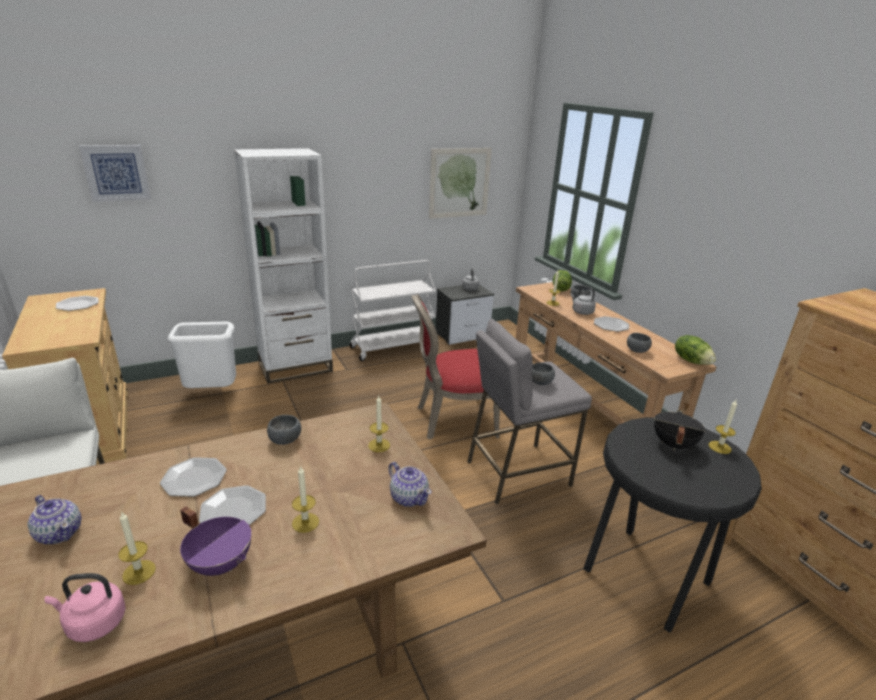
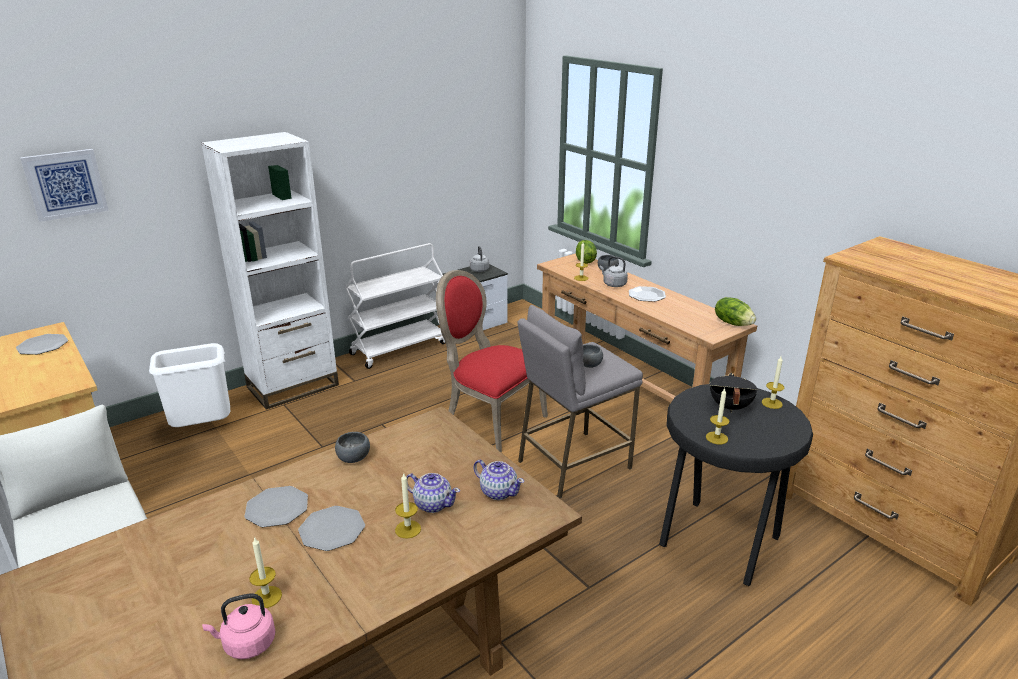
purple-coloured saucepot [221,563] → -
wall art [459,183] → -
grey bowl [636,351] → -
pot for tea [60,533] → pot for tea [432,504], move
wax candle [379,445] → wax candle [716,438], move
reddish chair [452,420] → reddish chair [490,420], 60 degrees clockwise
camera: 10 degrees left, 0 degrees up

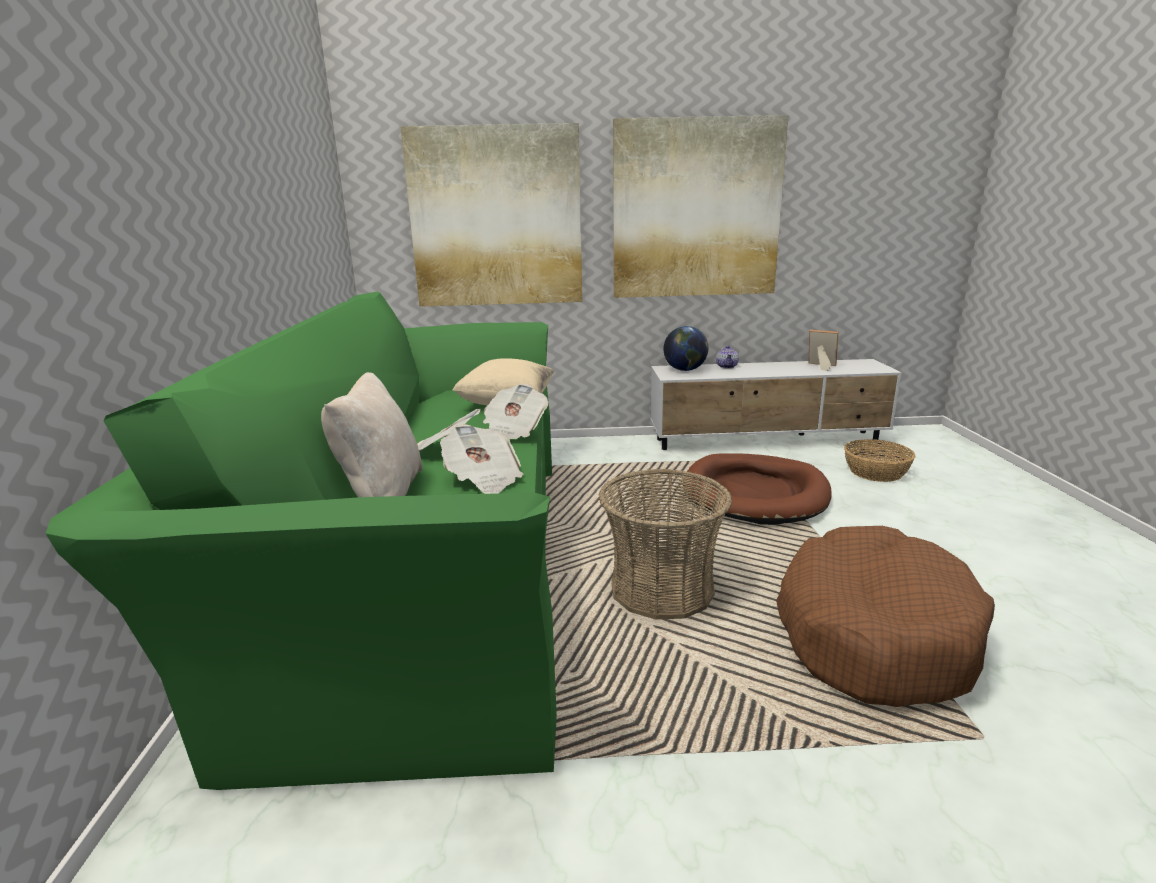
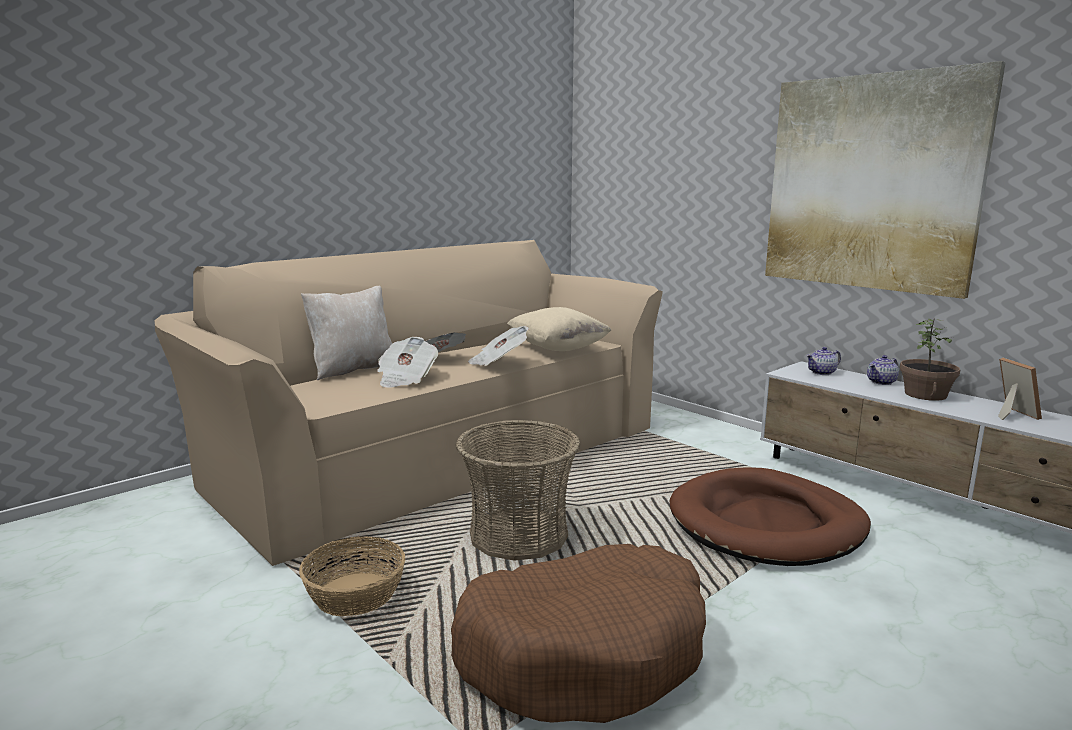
wall art [496,218] → -
- → houseplant [926,395]
storage basket [876,472] → storage basket [355,595], move
desk globe [685,370] → pot for tea [822,372]
green sofa [423,566] → sand-coloured sofa [436,452]
camera: 50 degrees right, 5 degrees down

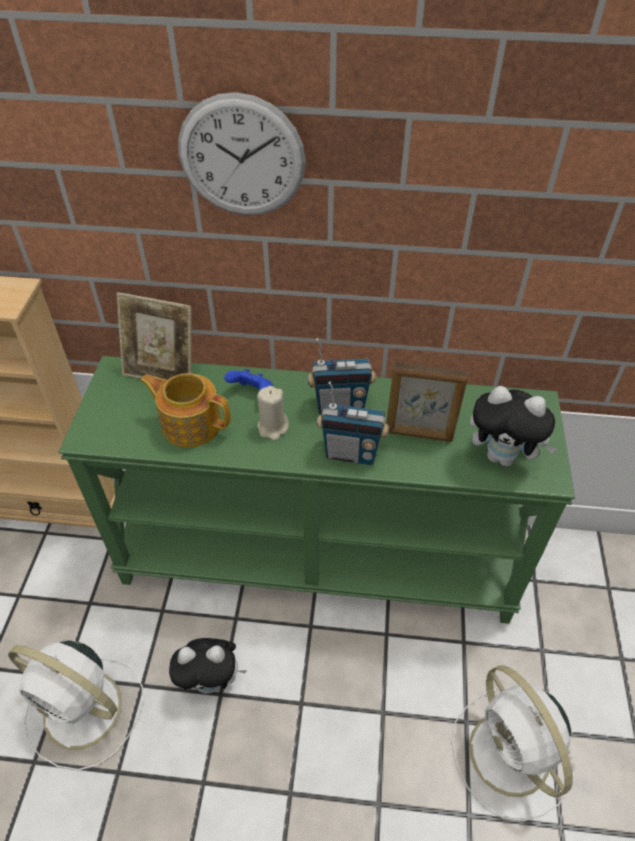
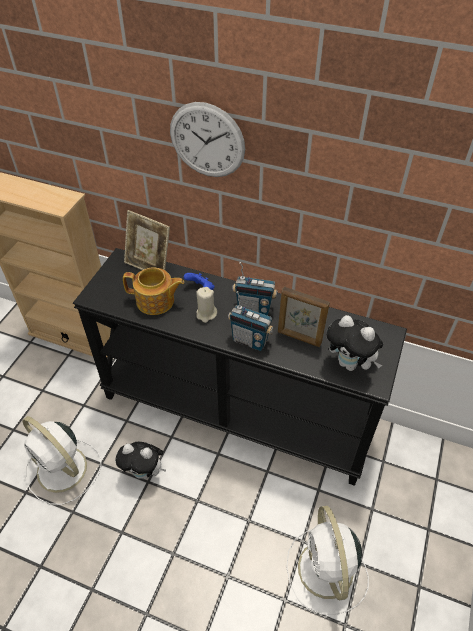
green narrow table [318,555] → blackish narrow table [237,409]
pot for tea [190,424] → pot for tea [156,301], 150 degrees clockwise
camera: 15 degrees right, 0 degrees up

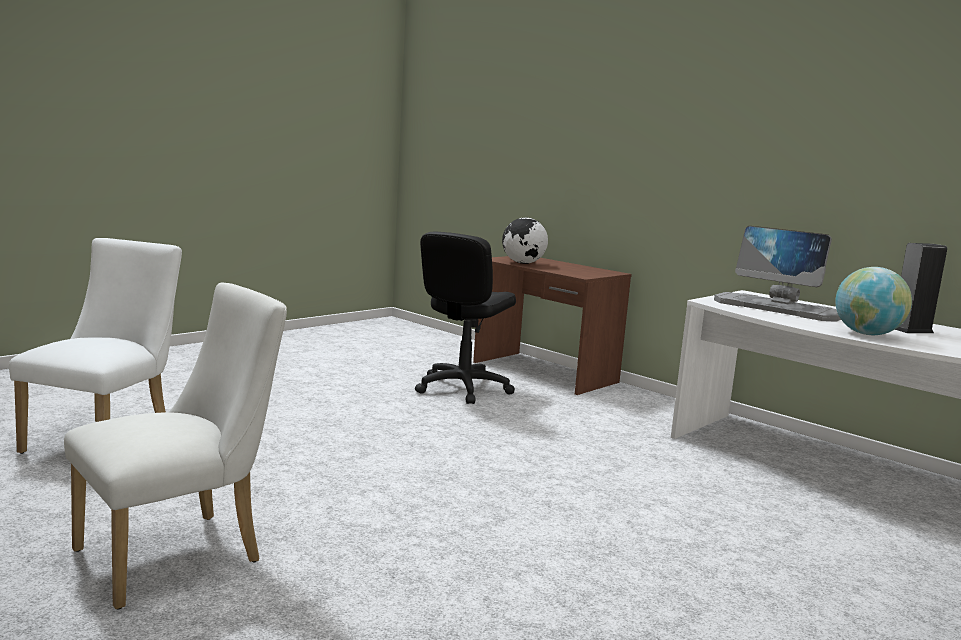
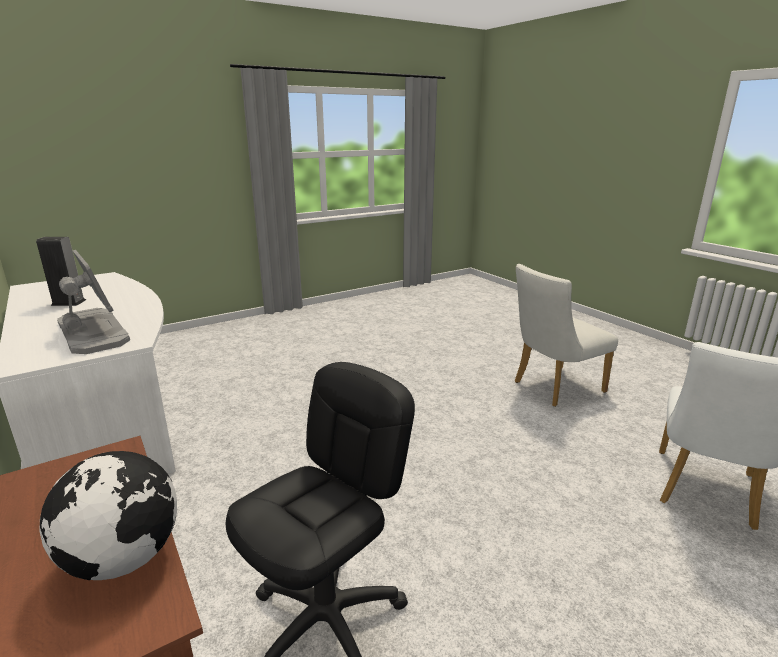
desk globe [866,334] → -
camera: 165 degrees left, 10 degrees up

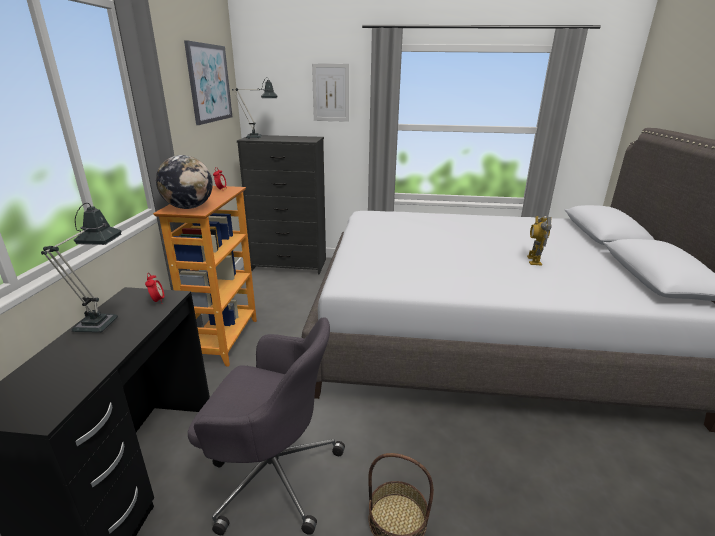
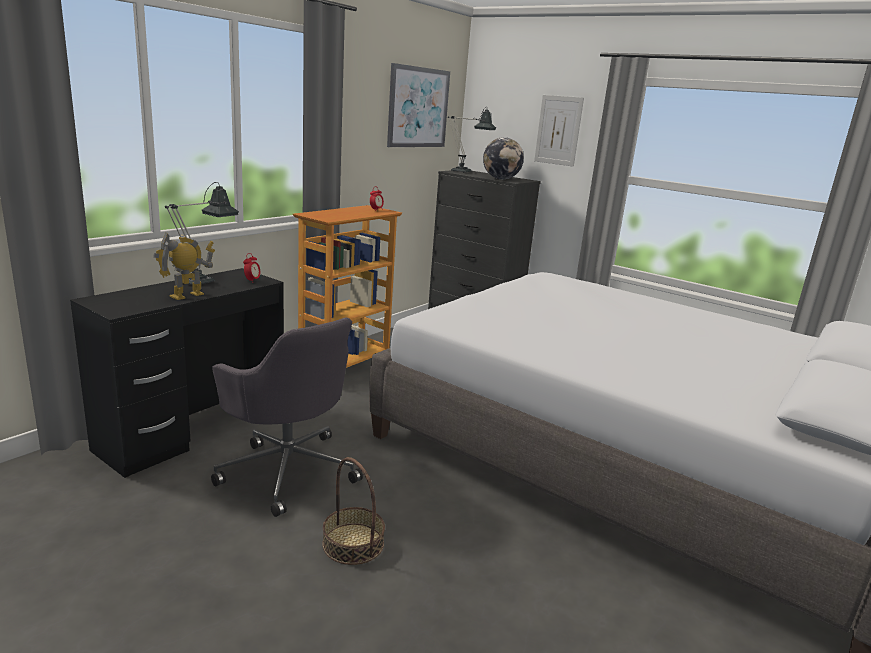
desk globe [189,207] → desk globe [501,179], move
model robot [534,260] → model robot [187,295], move
camera: 30 degrees right, 5 degrees down

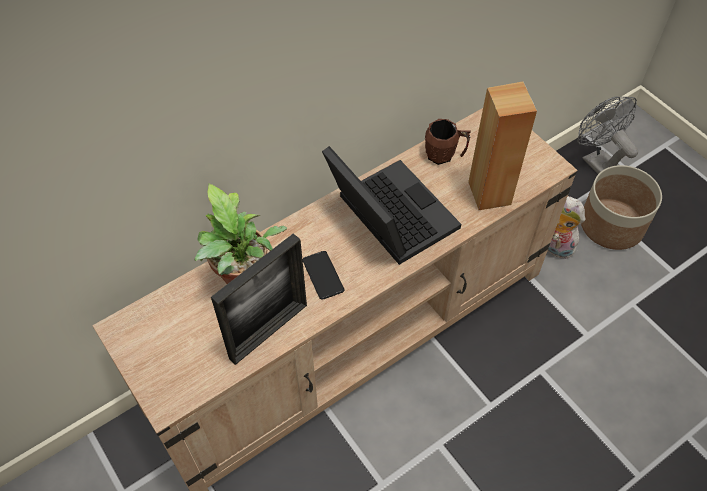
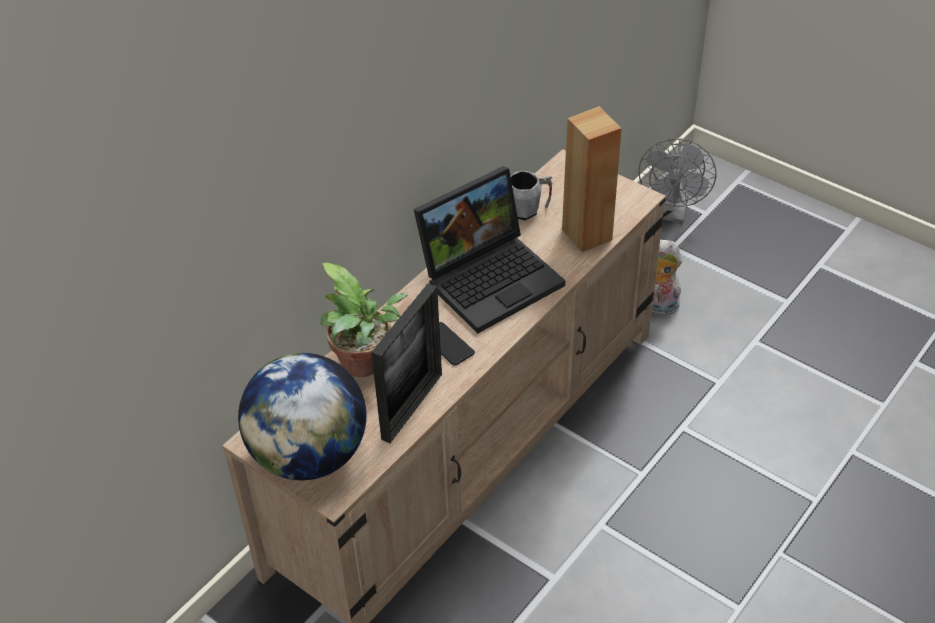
flower pot [611,225] → -
- → desk globe [309,455]
brownish mug [444,155] → grey mug [528,210]
notebook computer [387,215] → notebook computer [491,277], 105 degrees clockwise
grey fan [597,163] → grey fan [673,213], 120 degrees counterclockwise
camera: 15 degrees left, 10 degrees down

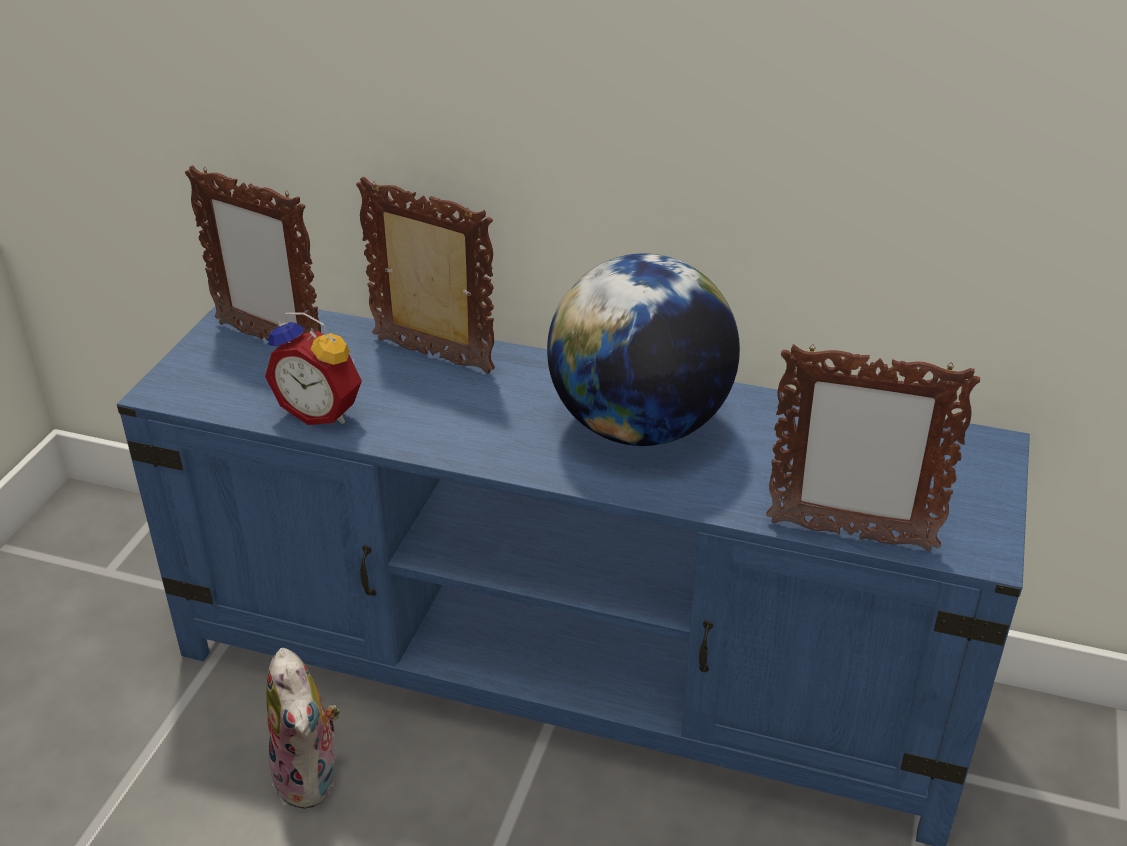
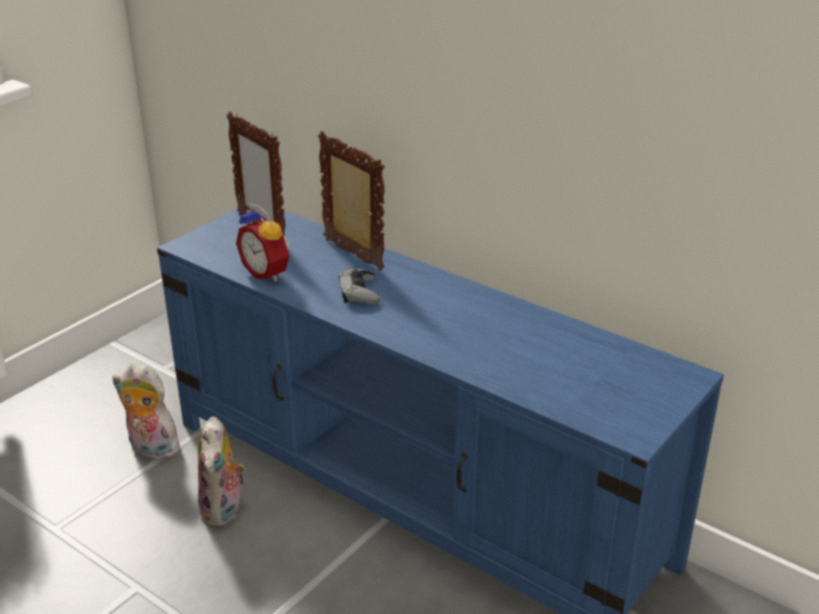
desk globe [639,426] → -
photo frame [849,535] → -
- → plush toy [151,449]
- → grey joypad [359,292]
camera: 20 degrees right, 5 degrees down

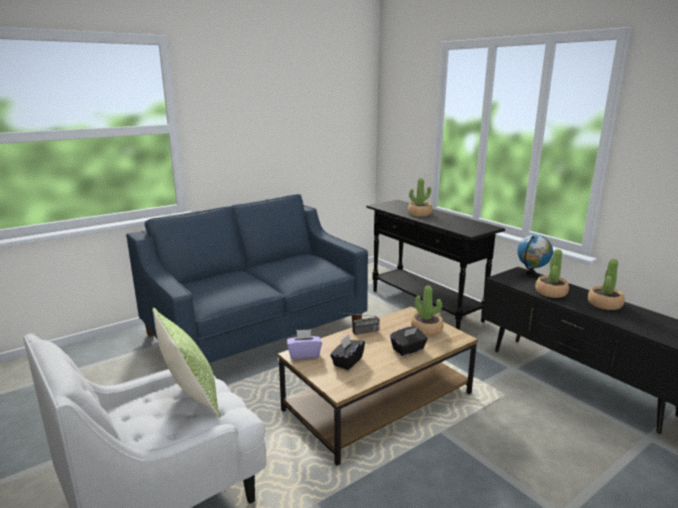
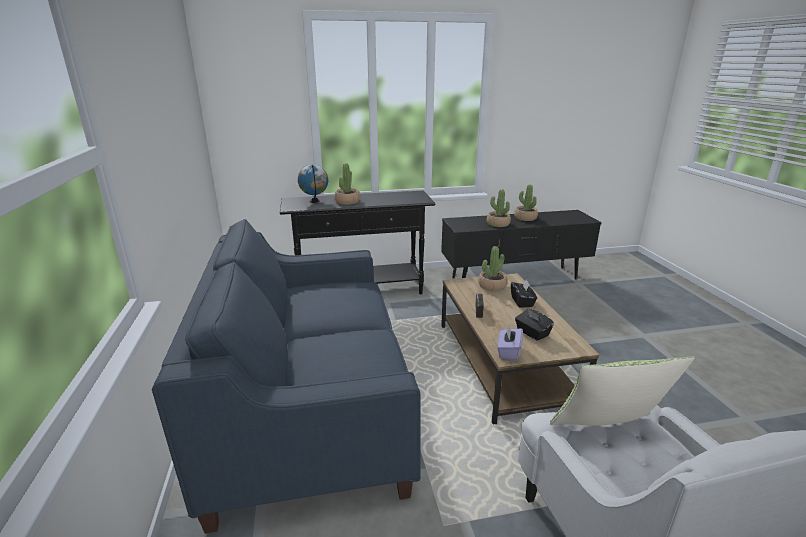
desk globe [531,274] → desk globe [315,201], move
camera: 65 degrees left, 5 degrees up

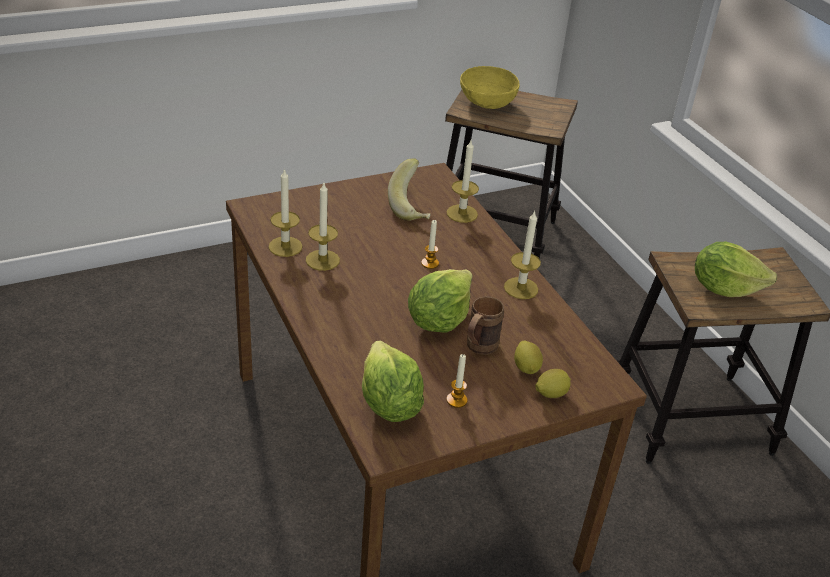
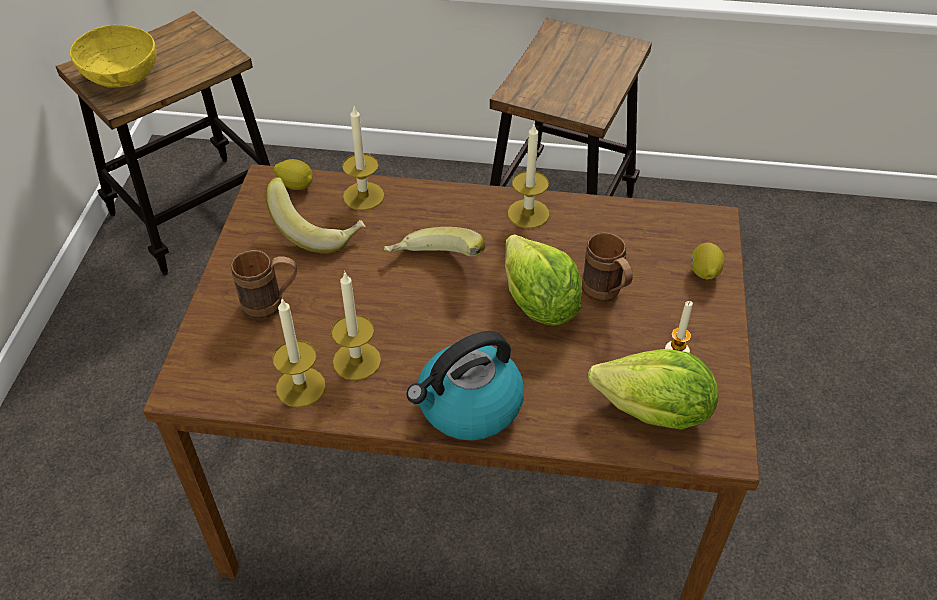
head of lettuce [724,288] → -
- → brownish mug [272,305]
- → tea kettle [468,406]
whole lemon [526,367] → whole lemon [296,185], move
wax candle [430,263] → banana fruit [434,266]
camera: 55 degrees left, 10 degrees up

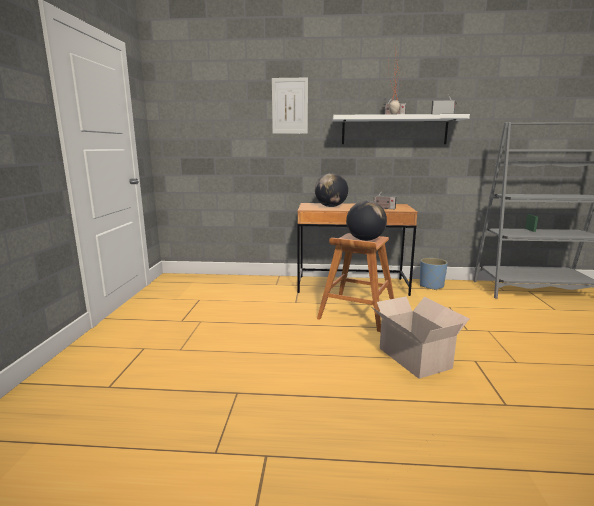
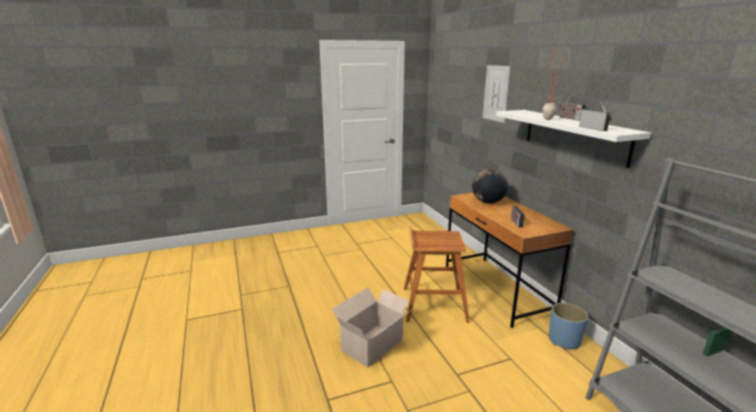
desk globe [365,240] → -
camera: 65 degrees right, 5 degrees up

